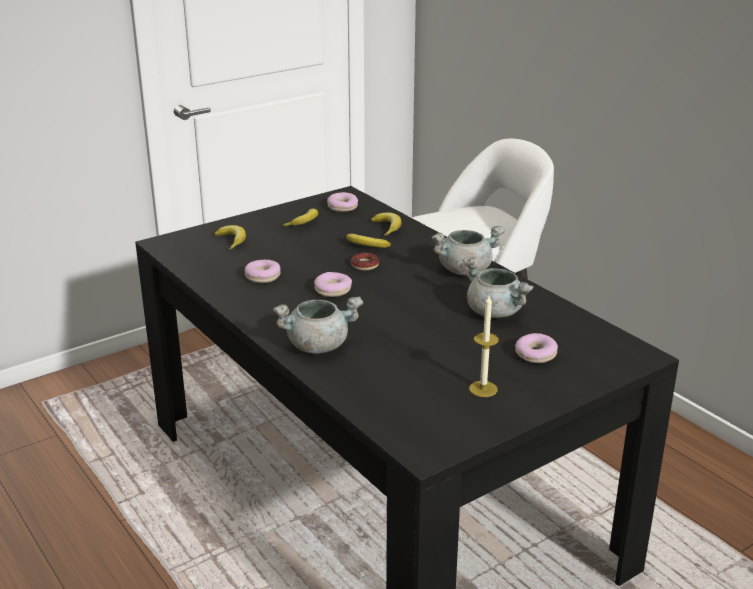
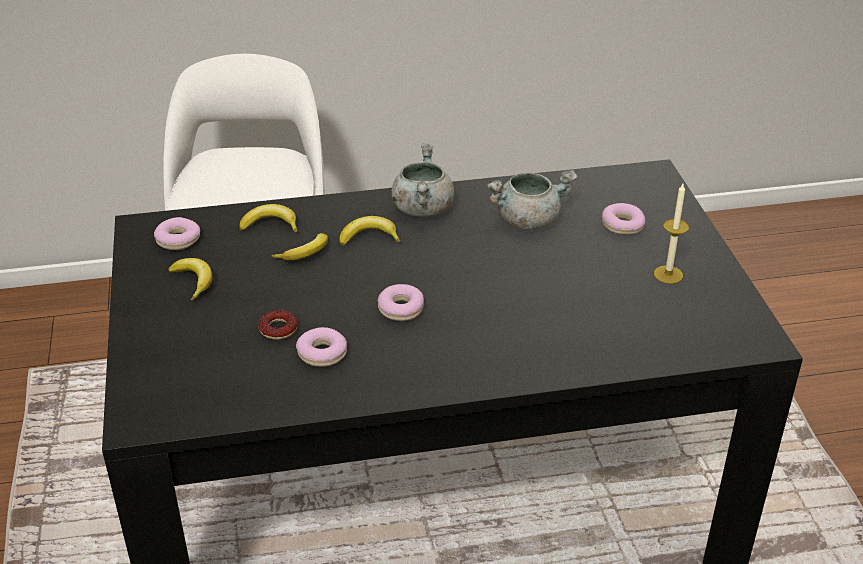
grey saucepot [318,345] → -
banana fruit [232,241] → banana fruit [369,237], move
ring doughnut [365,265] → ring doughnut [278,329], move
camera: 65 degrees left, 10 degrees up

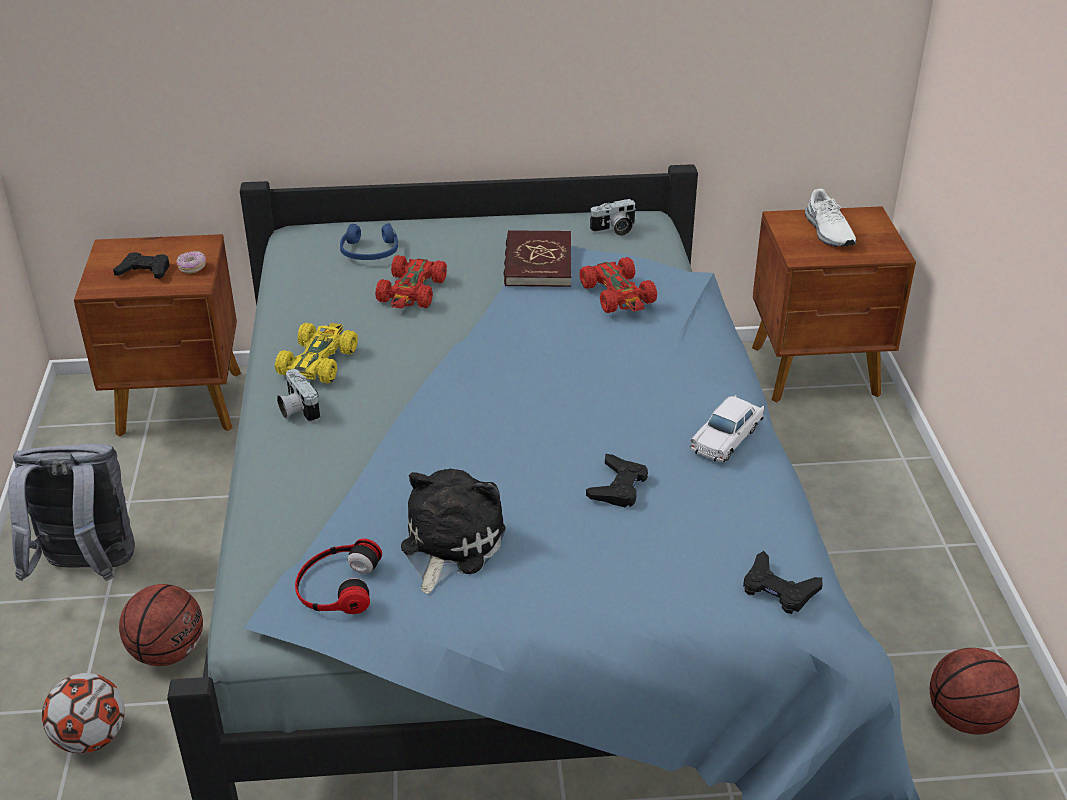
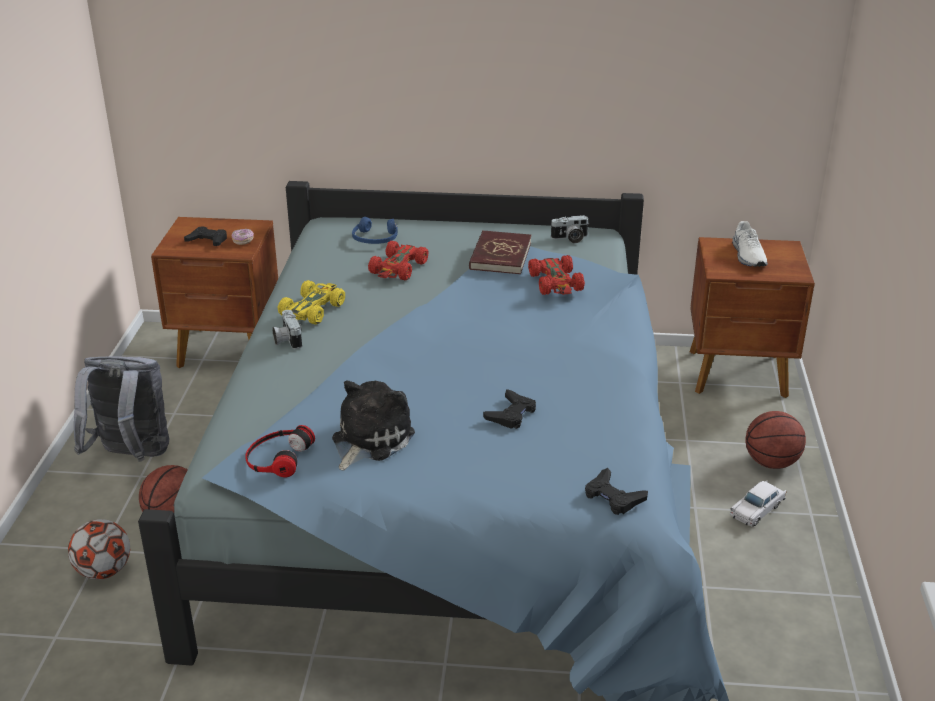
whitish toy car [727,438] → whitish toy car [757,510], move
basketball ball [965,718] → basketball ball [771,462], move
camera: 10 degrees right, 5 degrees down

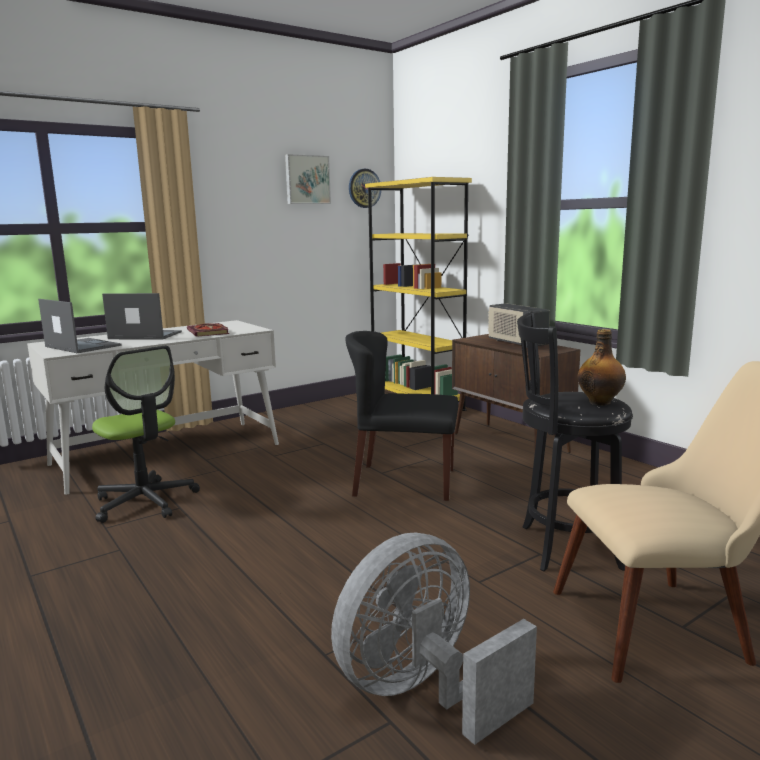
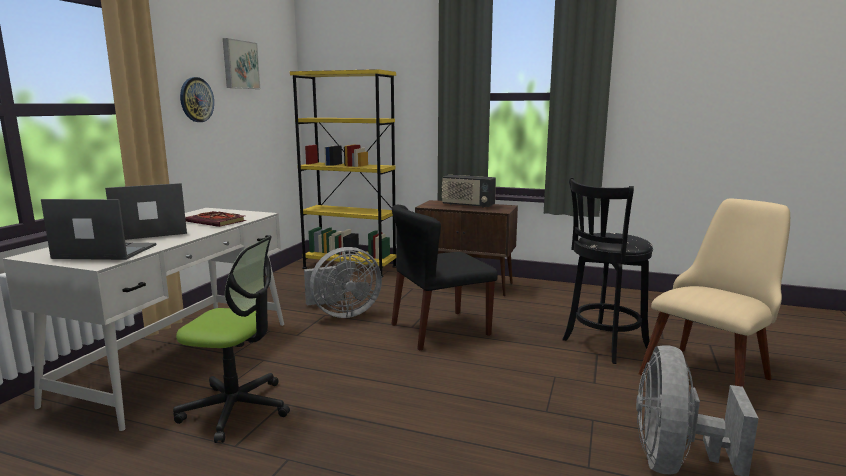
drink bottle [600,402] → -
- → grey fan [342,313]
wall clock [364,188] → wall clock [196,99], move
camera: 35 degrees left, 0 degrees up

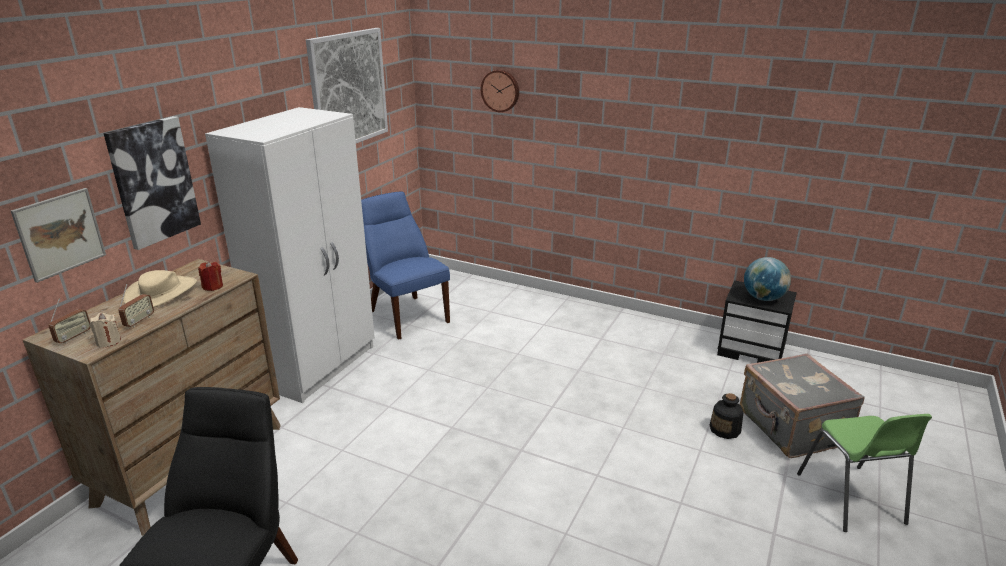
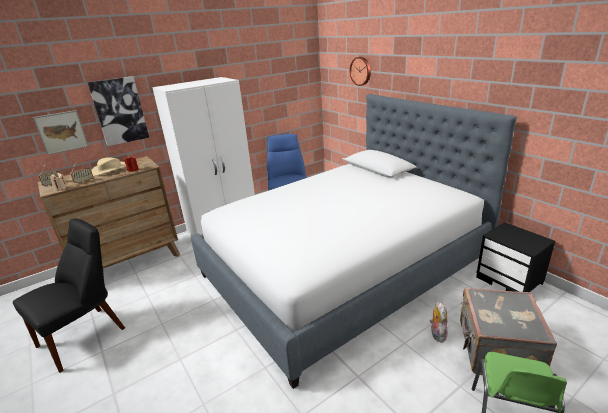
wall art [348,89] → -
desk globe [763,298] → -
- → sleeping bed [343,268]
drink bottle [725,430] → plush toy [437,334]
camera: 30 degrees right, 0 degrees up

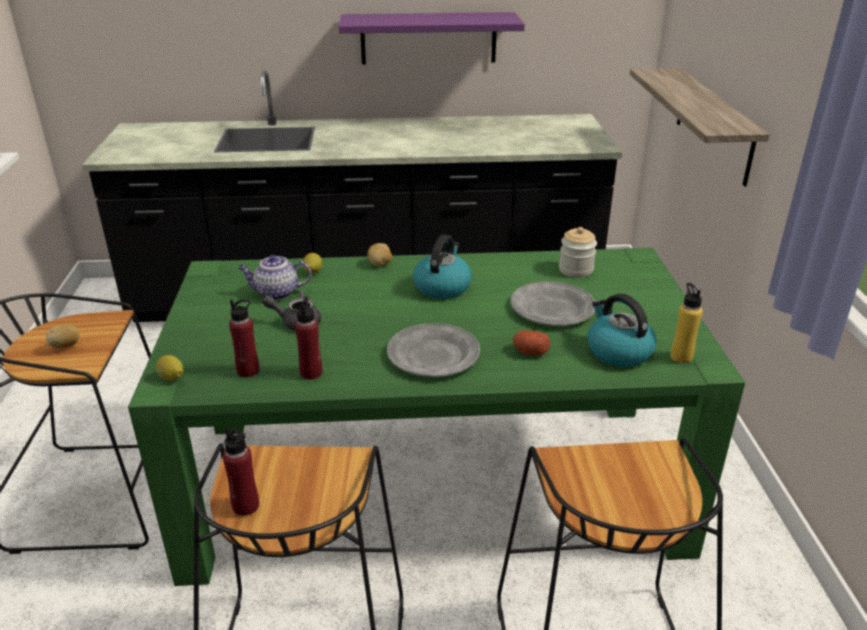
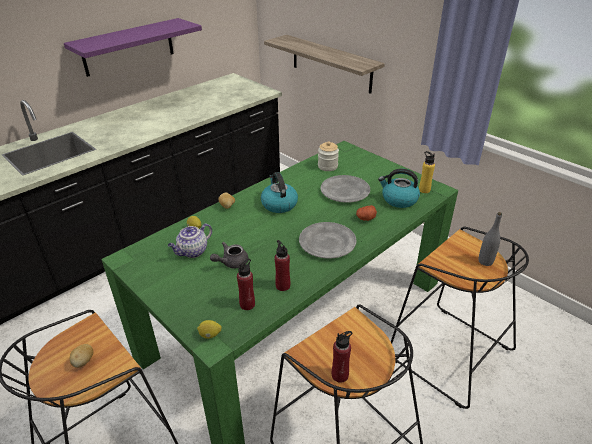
- → grey drink bottle [485,261]
camera: 40 degrees left, 5 degrees up

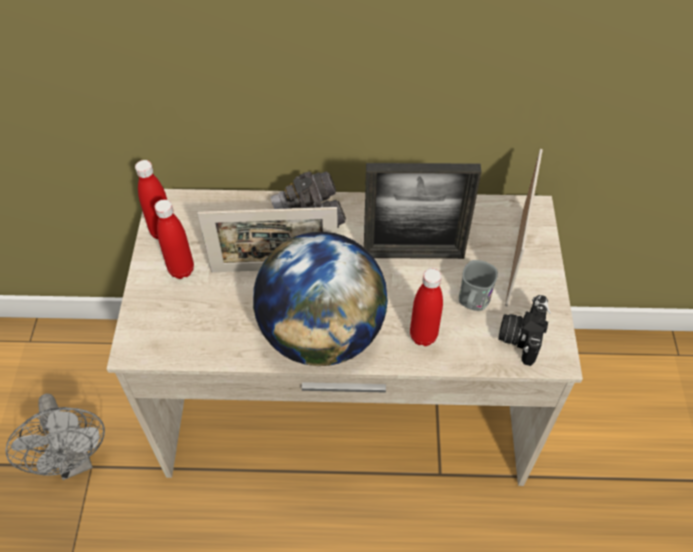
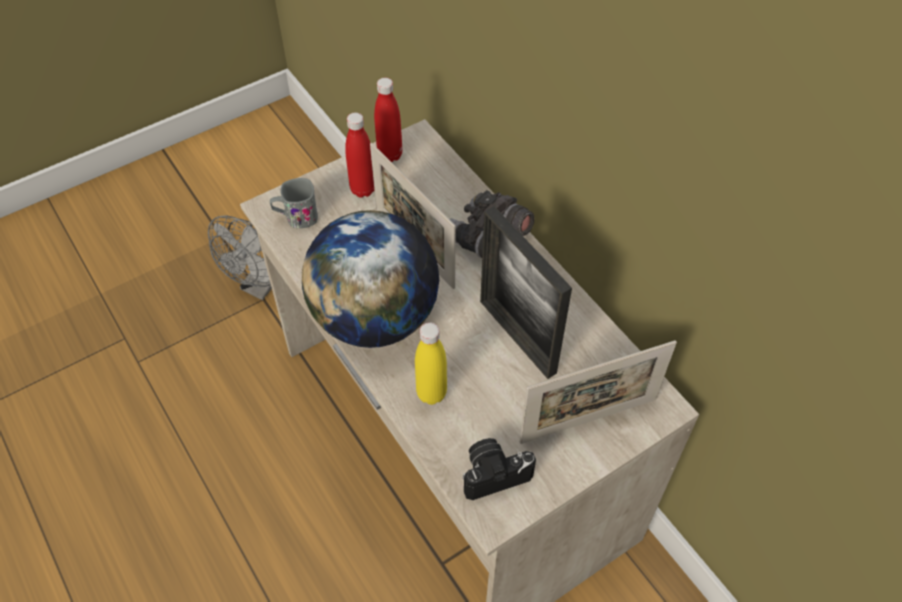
grey mug [472,302] → grey mug [296,218], move
reddish drink bottle [423,336] → yellowish drink bottle [431,393]
camera: 55 degrees right, 0 degrees up

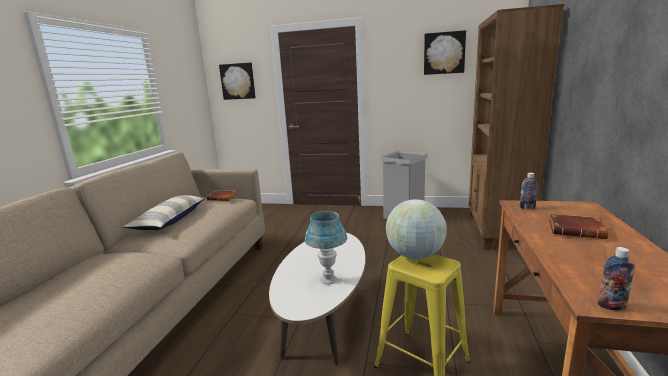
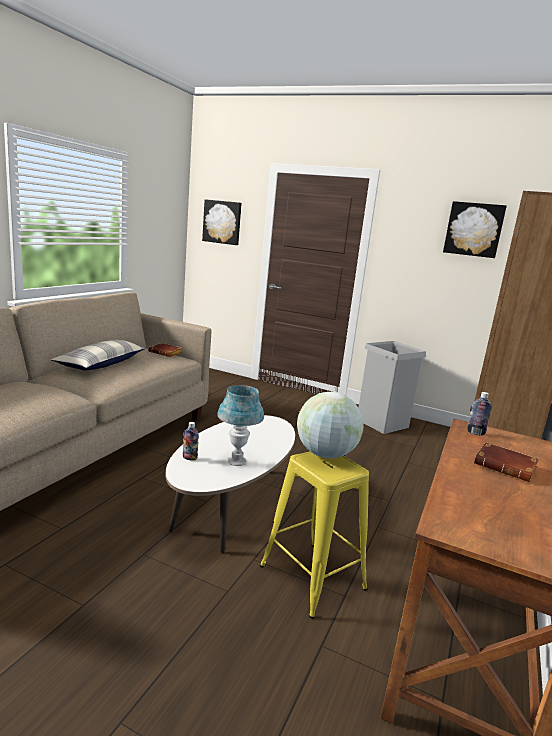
drink bottle [611,306] → drink bottle [189,458], move
camera: 10 degrees right, 0 degrees up

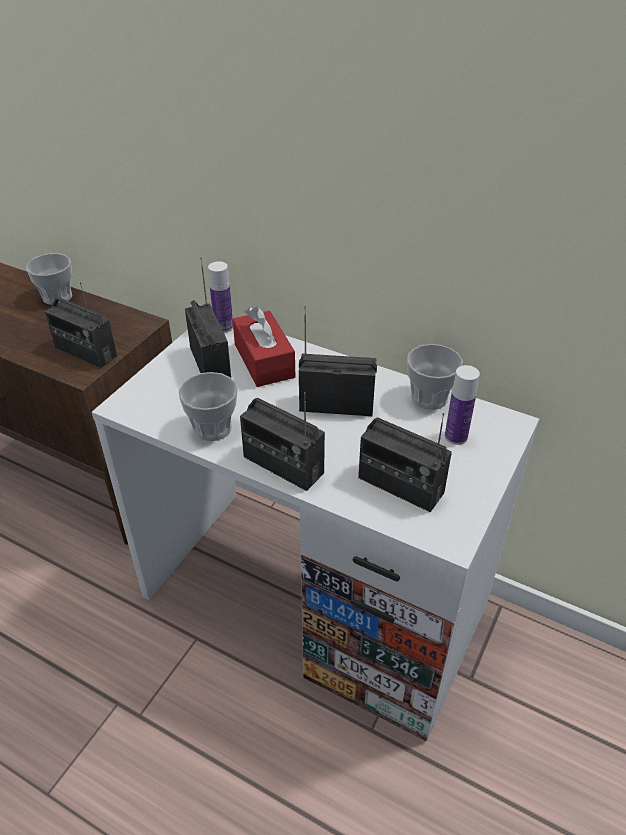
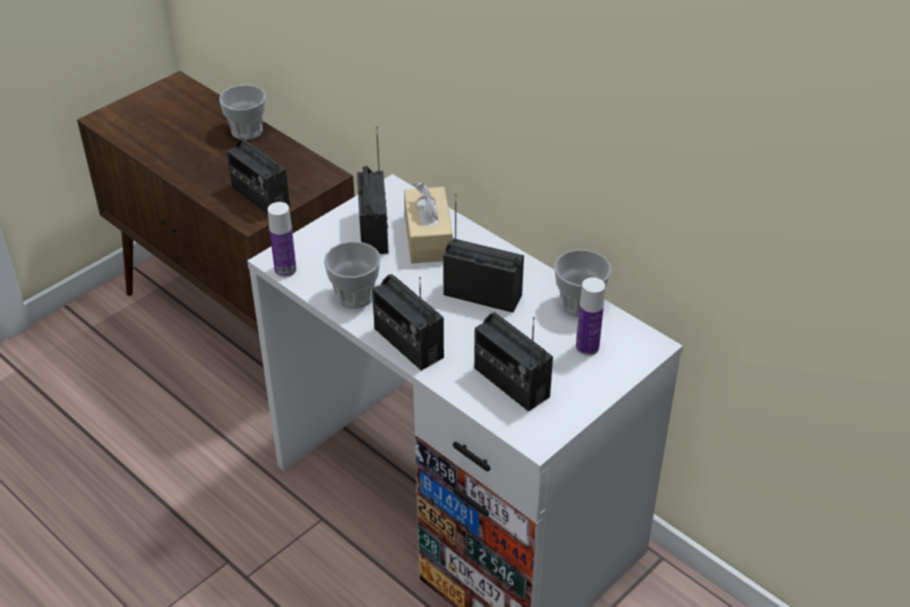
drink bottle [223,327] → drink bottle [285,270], move
reddish box of tissues [264,360] → sand-coloured box of tissues [428,237]
camera: 15 degrees right, 0 degrees up

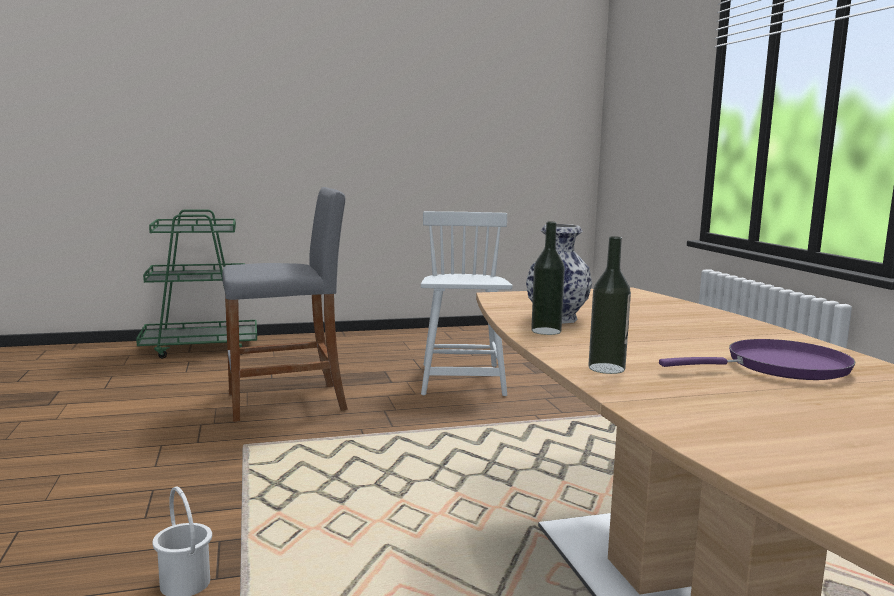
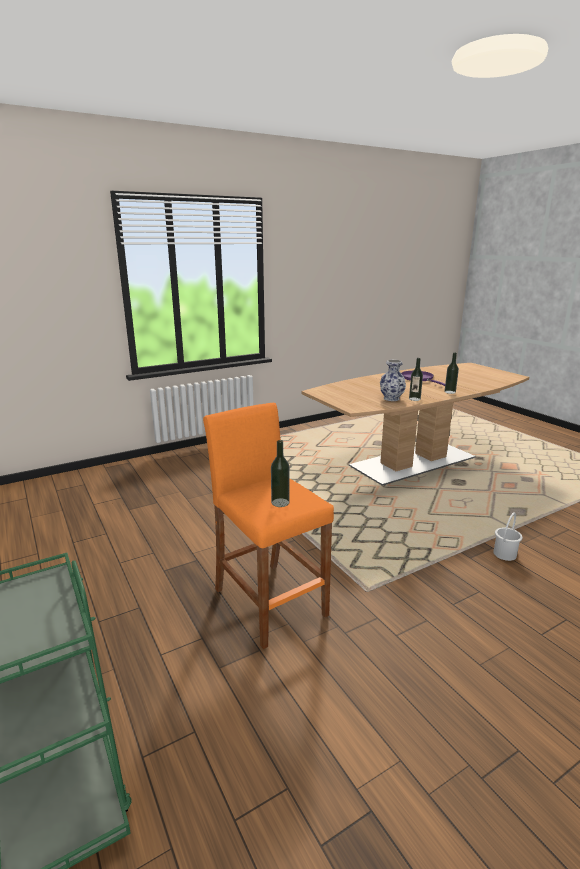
whitish chair [462,380] → -
- → drink bottle [280,502]
grey stool [287,402] → orangey stool [269,602]
camera: 105 degrees left, 10 degrees up

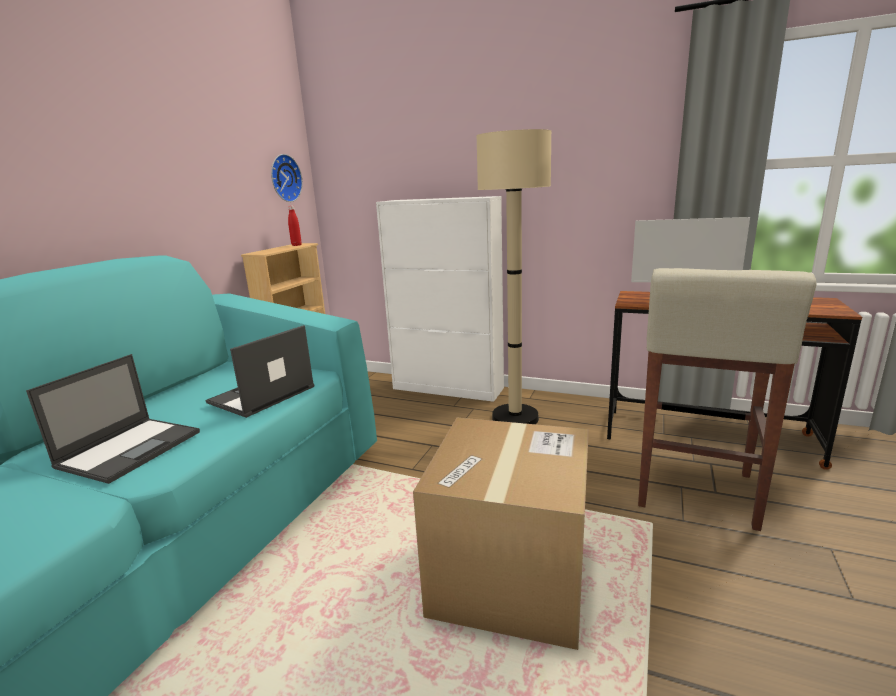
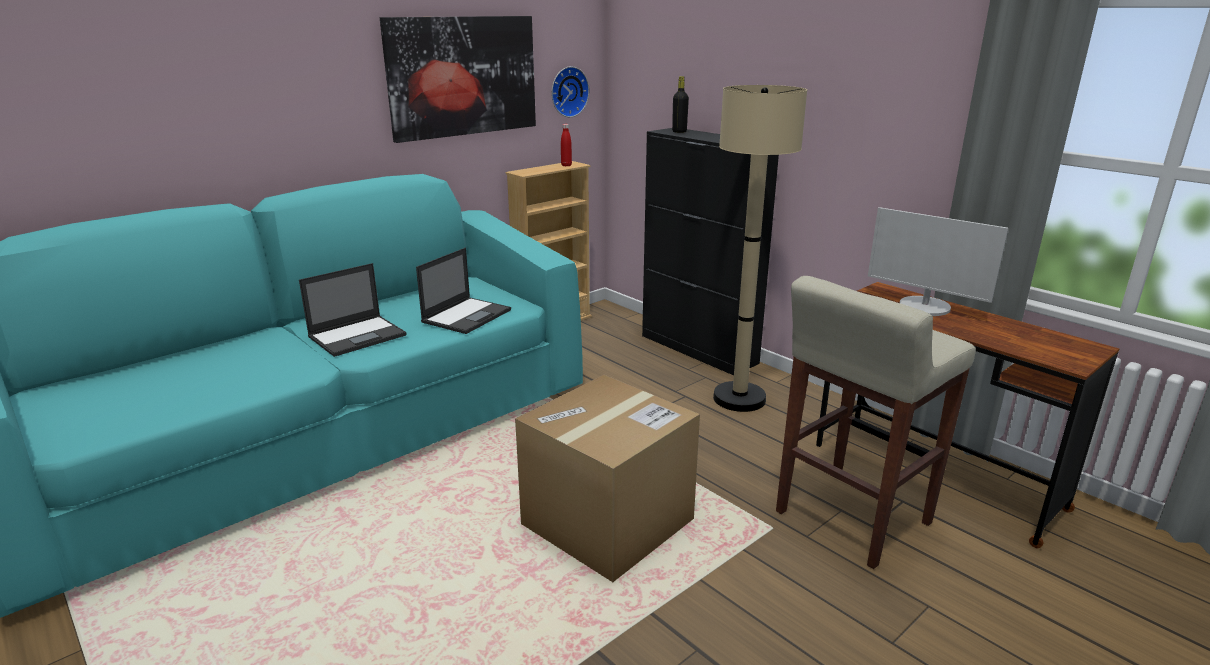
- → wall art [463,76]
- → blackish drink bottle [679,132]
whitish storage cabinet [448,388] → blackish storage cabinet [698,349]
notebook computer [261,395] → notebook computer [467,315], 150 degrees clockwise
camera: 25 degrees right, 5 degrees up

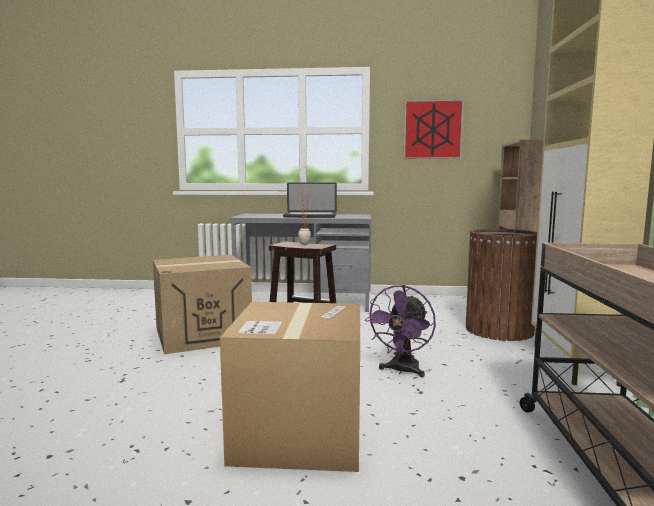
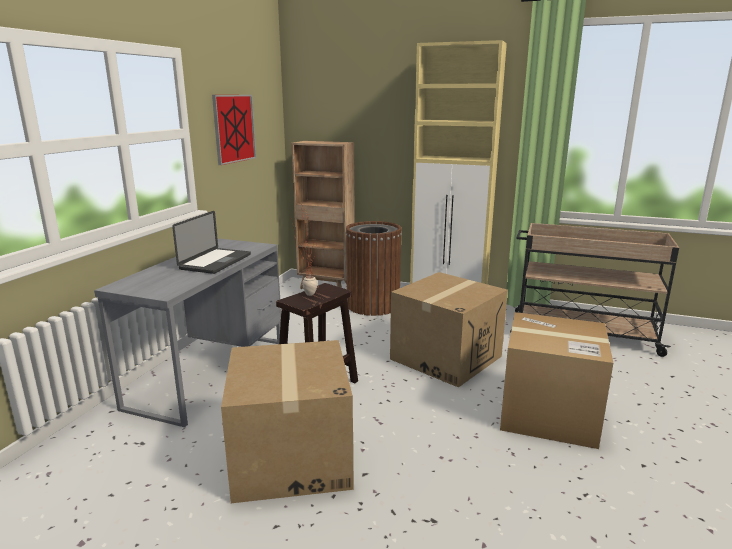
purple-coloured fan [402,371] → carton [446,357]
camera: 75 degrees left, 10 degrees up

